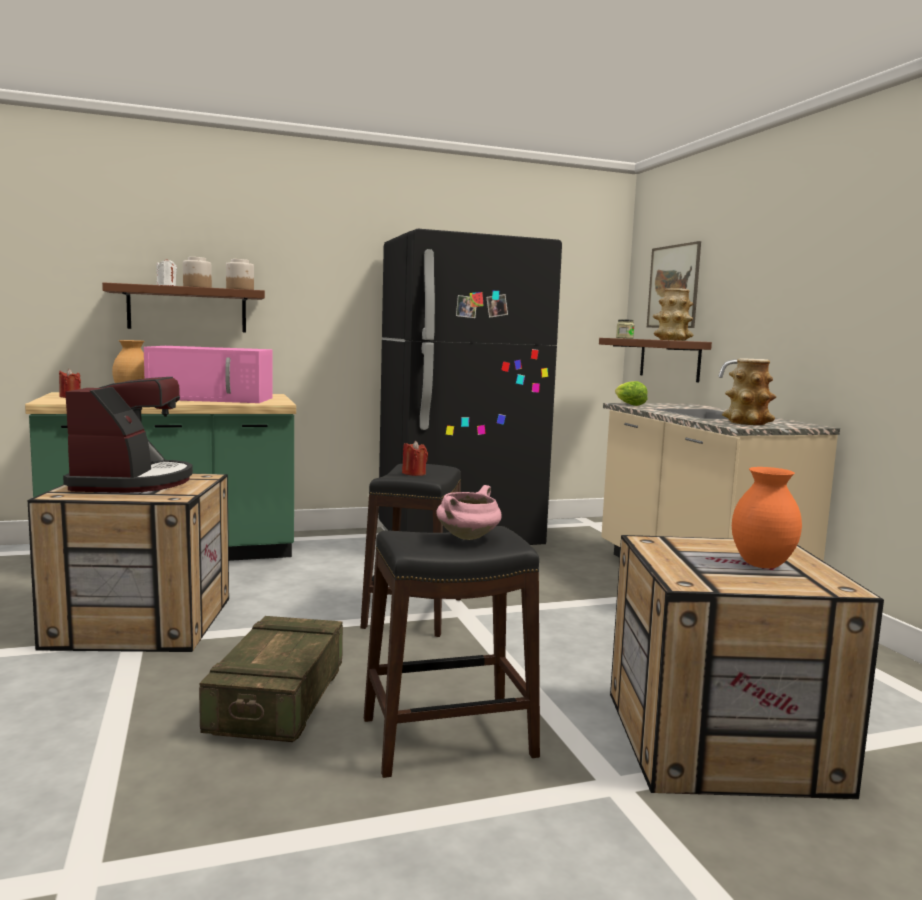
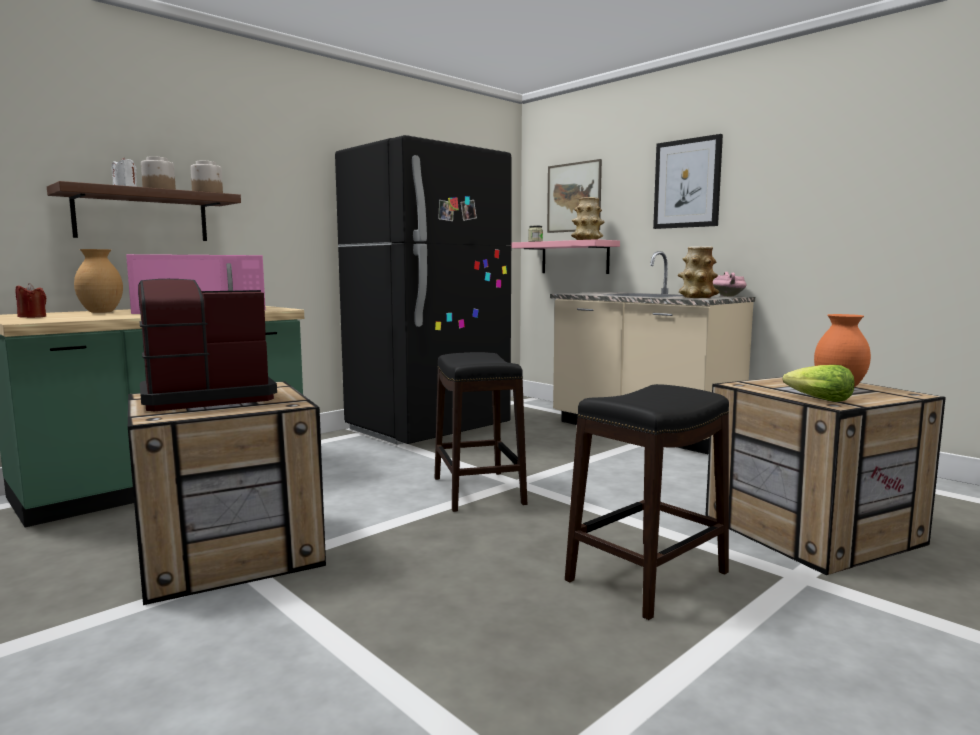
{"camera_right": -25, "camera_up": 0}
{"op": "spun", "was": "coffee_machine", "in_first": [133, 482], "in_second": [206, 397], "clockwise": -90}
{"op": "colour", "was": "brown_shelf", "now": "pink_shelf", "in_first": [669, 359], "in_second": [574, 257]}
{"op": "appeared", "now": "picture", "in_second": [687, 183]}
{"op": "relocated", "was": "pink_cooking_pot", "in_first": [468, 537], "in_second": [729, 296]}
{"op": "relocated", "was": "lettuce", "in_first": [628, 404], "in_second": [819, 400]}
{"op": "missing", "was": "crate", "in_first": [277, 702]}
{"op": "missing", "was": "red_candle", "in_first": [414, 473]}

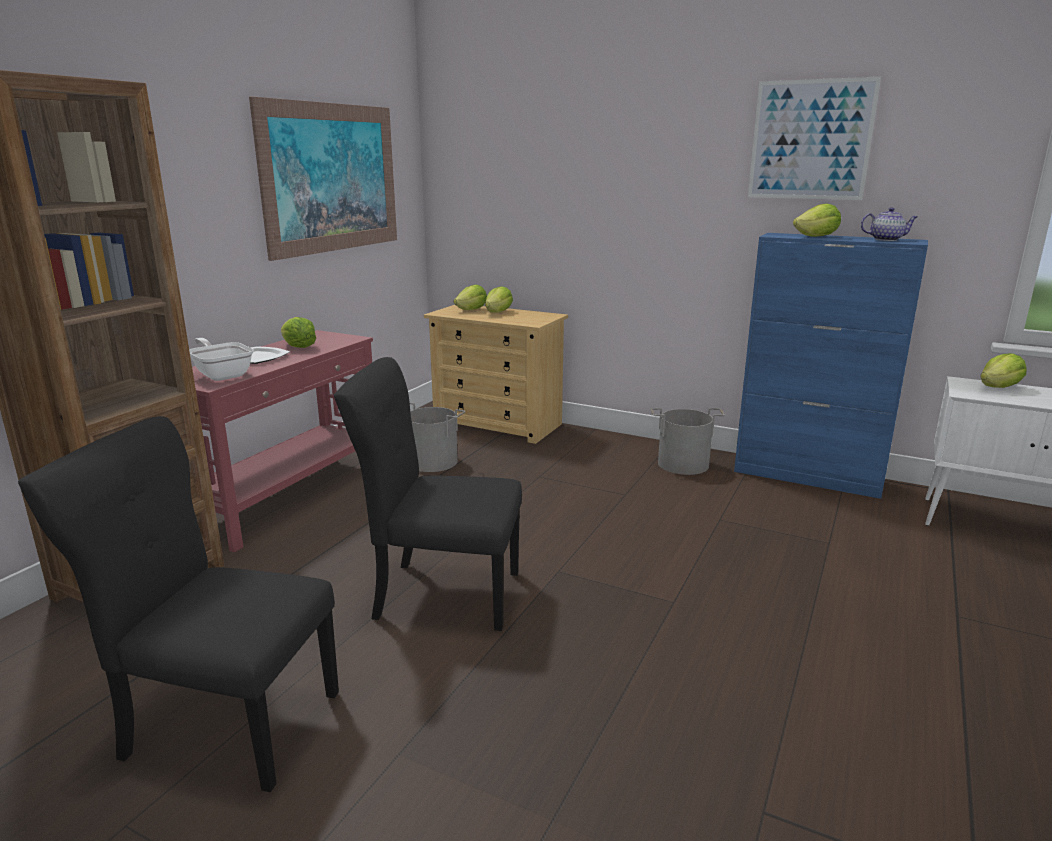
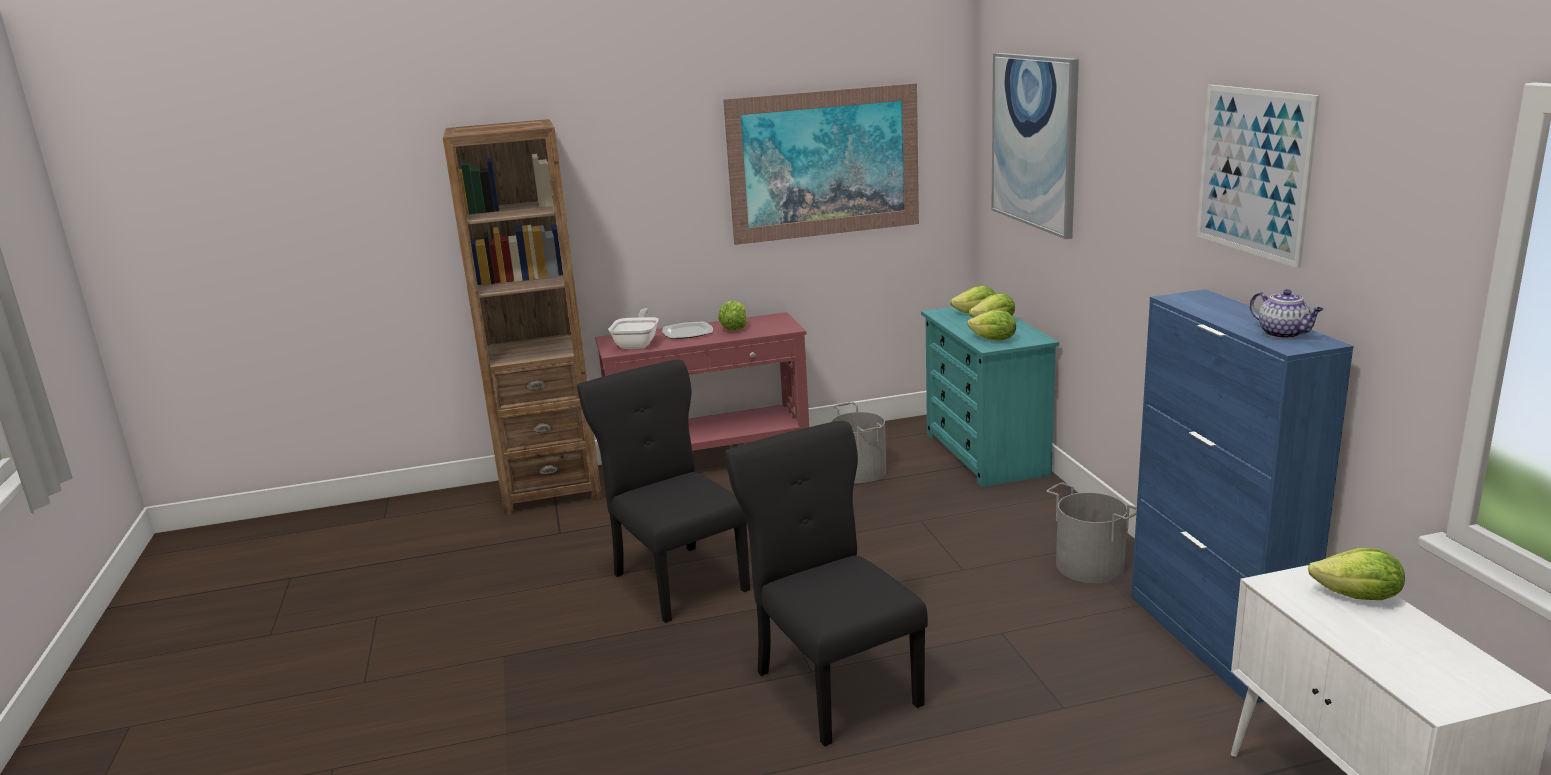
{"camera_right": 50, "camera_up": 0}
{"op": "relocated", "was": "black_chair", "in_first": [226, 723], "in_second": [834, 684]}
{"op": "colour", "was": "beige_dresser", "now": "turquoise_dresser", "in_first": [498, 424], "in_second": [986, 454]}
{"op": "relocated", "was": "lettuce", "in_first": [817, 237], "in_second": [993, 340]}
{"op": "appeared", "now": "picture", "in_second": [1034, 141]}

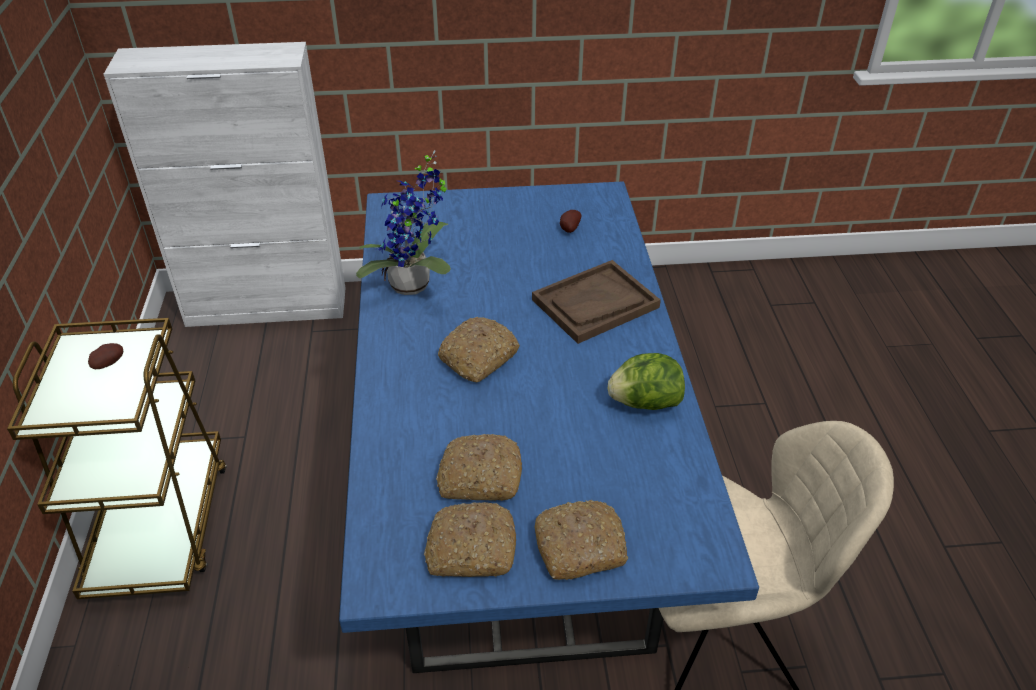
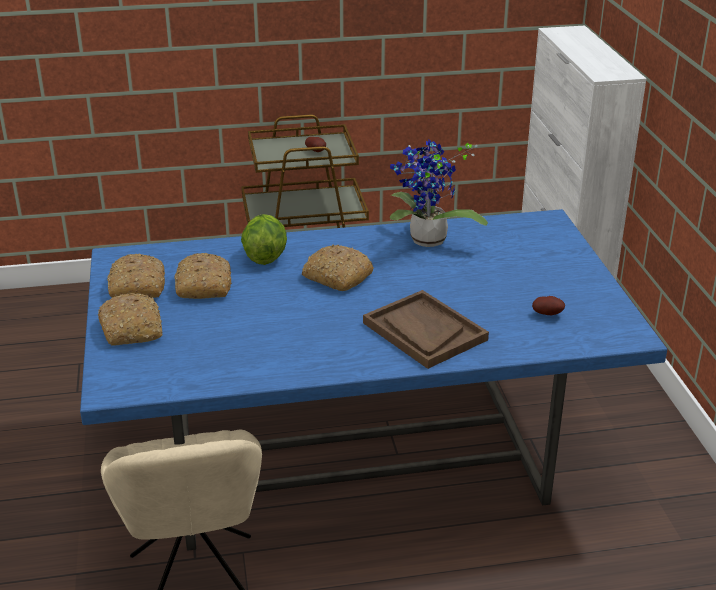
{"camera_right": 85, "camera_up": -10}
{"op": "relocated", "was": "lettuce", "in_first": [644, 403], "in_second": [264, 257]}

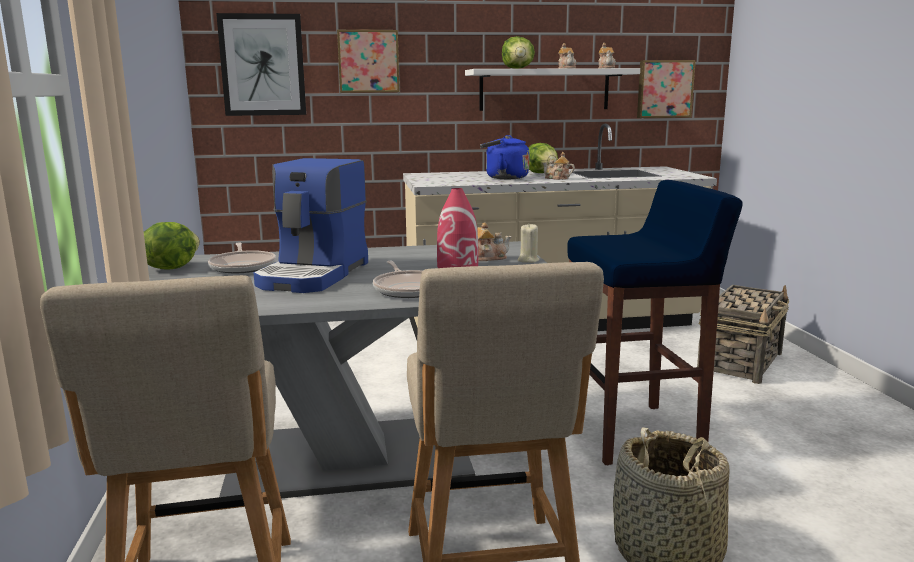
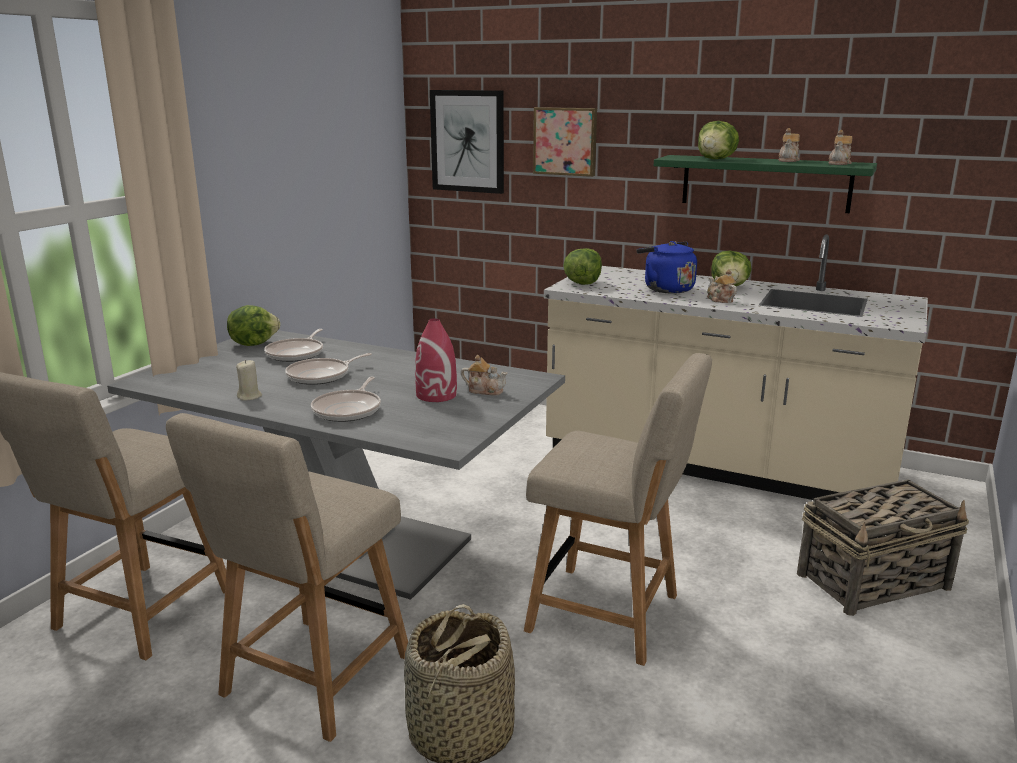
{"camera_right": 35, "camera_up": 5}
{"op": "relocated", "was": "beige_candle", "in_first": [528, 260], "in_second": [249, 396]}
{"op": "exchanged", "was": "coffee_machine", "now": "frying_pan", "in_first": [315, 275], "in_second": [321, 376]}
{"op": "exchanged", "was": "blue_stool", "now": "beige_chair", "in_first": [635, 434], "in_second": [611, 615]}
{"op": "appeared", "now": "lettuce", "in_second": [582, 283]}
{"op": "colour", "was": "white_shelf", "now": "green_shelf", "in_first": [544, 89], "in_second": [765, 183]}
{"op": "missing", "was": "picture", "in_first": [664, 89]}

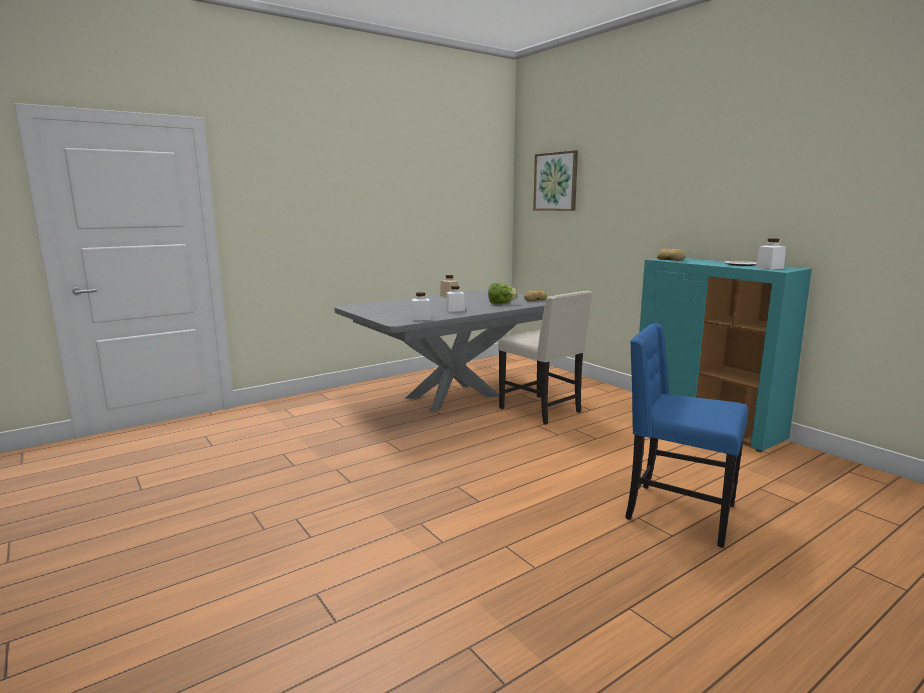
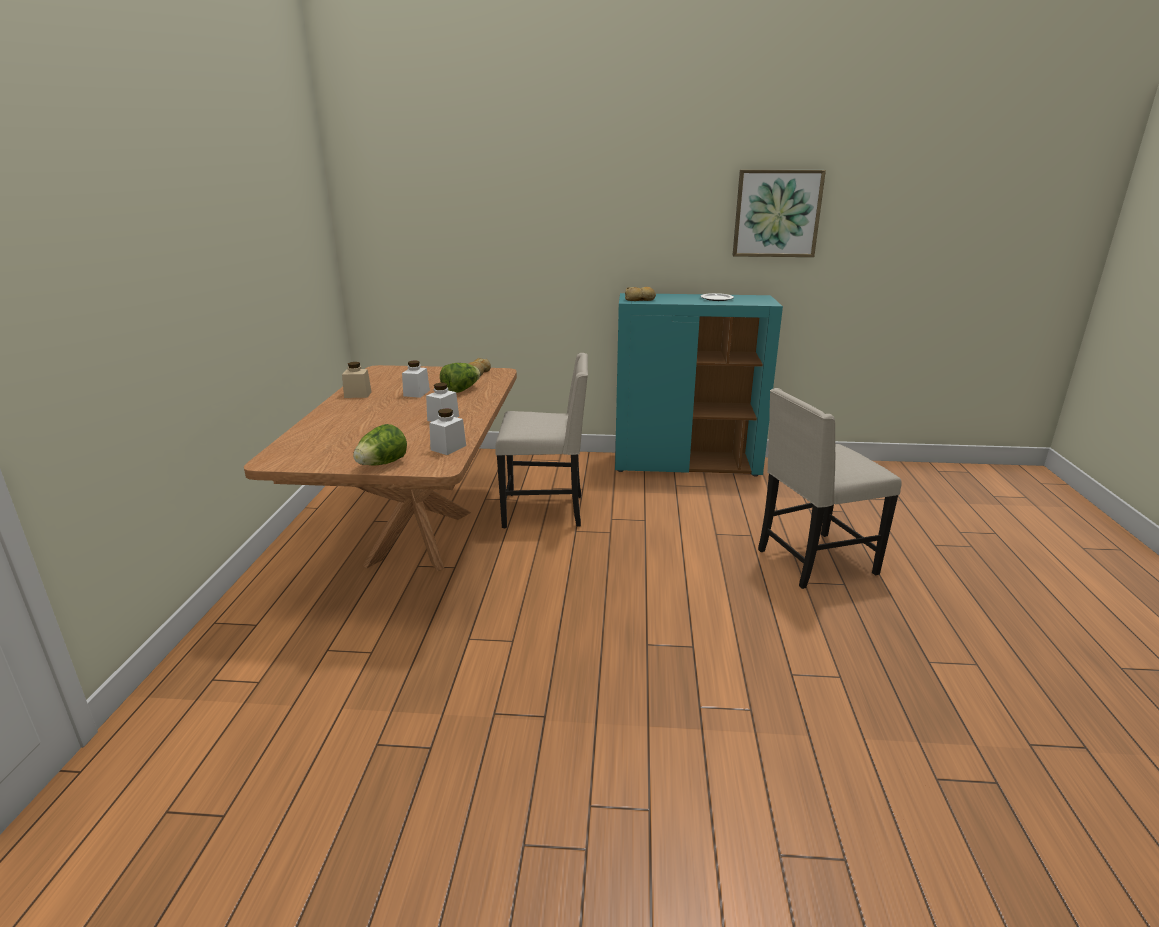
{"camera_right": -50, "camera_up": 10}
{"op": "colour", "was": "grey_dining_table", "now": "brown_dining_table", "in_first": [451, 396], "in_second": [419, 537]}
{"op": "appeared", "now": "lettuce", "in_second": [382, 464]}
{"op": "relocated", "was": "white_jar", "in_first": [769, 268], "in_second": [416, 393]}
{"op": "relocated", "was": "picture", "in_first": [556, 181], "in_second": [777, 213]}
{"op": "colour", "was": "blue_chair", "now": "beige_chair", "in_first": [677, 512], "in_second": [813, 562]}

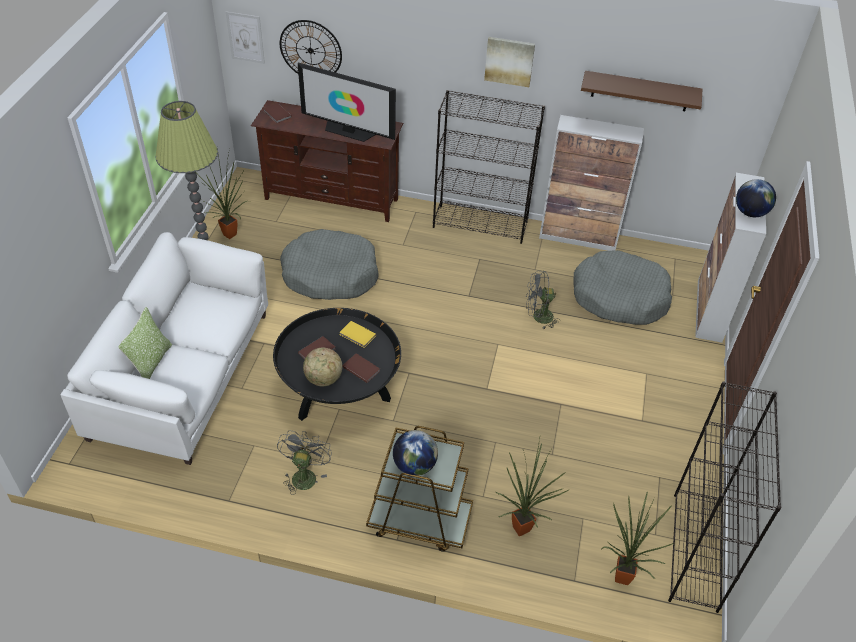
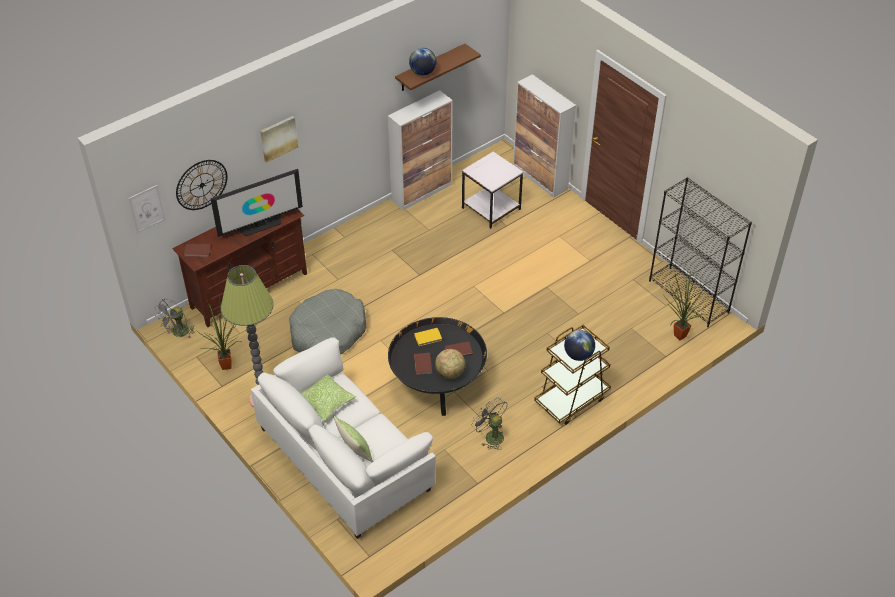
{"camera_right": -50, "camera_up": 0}
{"op": "relocated", "was": "grey_fan", "in_first": [538, 317], "in_second": [178, 333]}
{"op": "relocated", "was": "picture", "in_first": [509, 61], "in_second": [278, 138]}
{"op": "appeared", "now": "pillow", "in_second": [326, 402]}
{"op": "relocated", "was": "globe", "in_first": [750, 213], "in_second": [423, 72]}
{"op": "exchanged", "was": "grey_dog_bed", "now": "white_side_table", "in_first": [619, 297], "in_second": [491, 208]}
{"op": "missing", "was": "black_bookcase", "in_first": [481, 224]}
{"op": "missing", "was": "potted_plant", "in_first": [524, 528]}

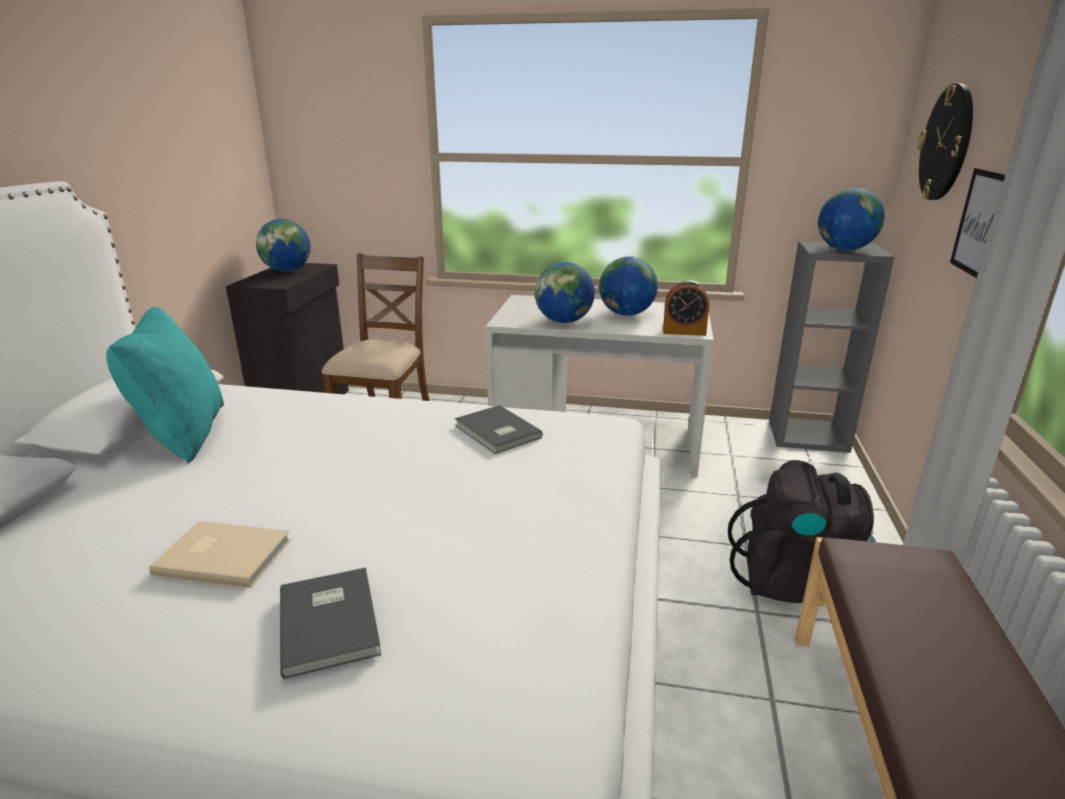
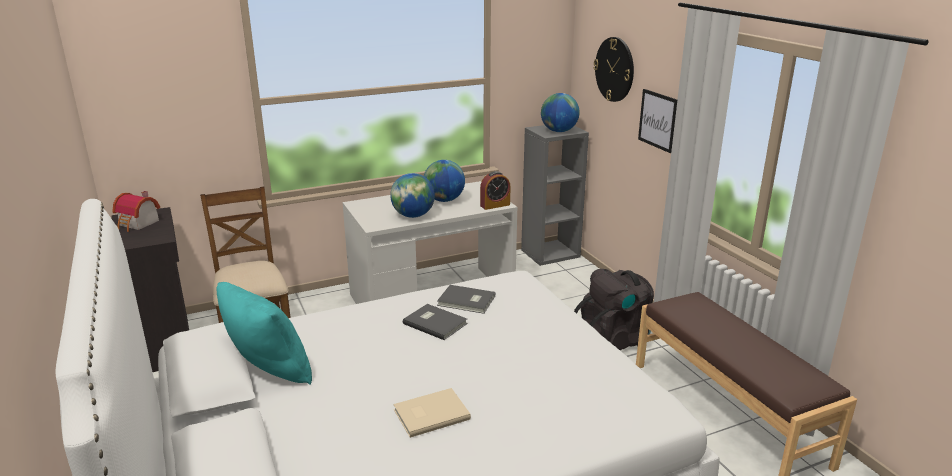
{"camera_right": -35, "camera_up": 0}
{"op": "exchanged", "was": "globe", "now": "toy_house", "in_first": [287, 271], "in_second": [138, 224]}
{"op": "relocated", "was": "grey_book", "in_first": [332, 621], "in_second": [435, 322]}

